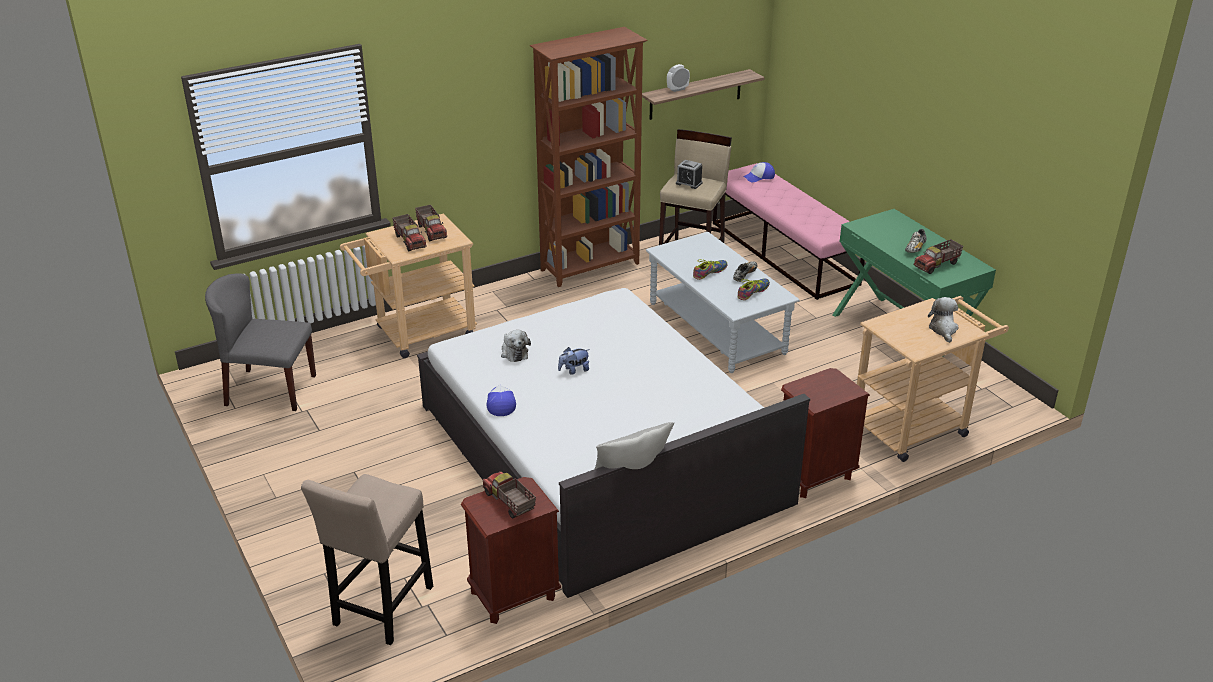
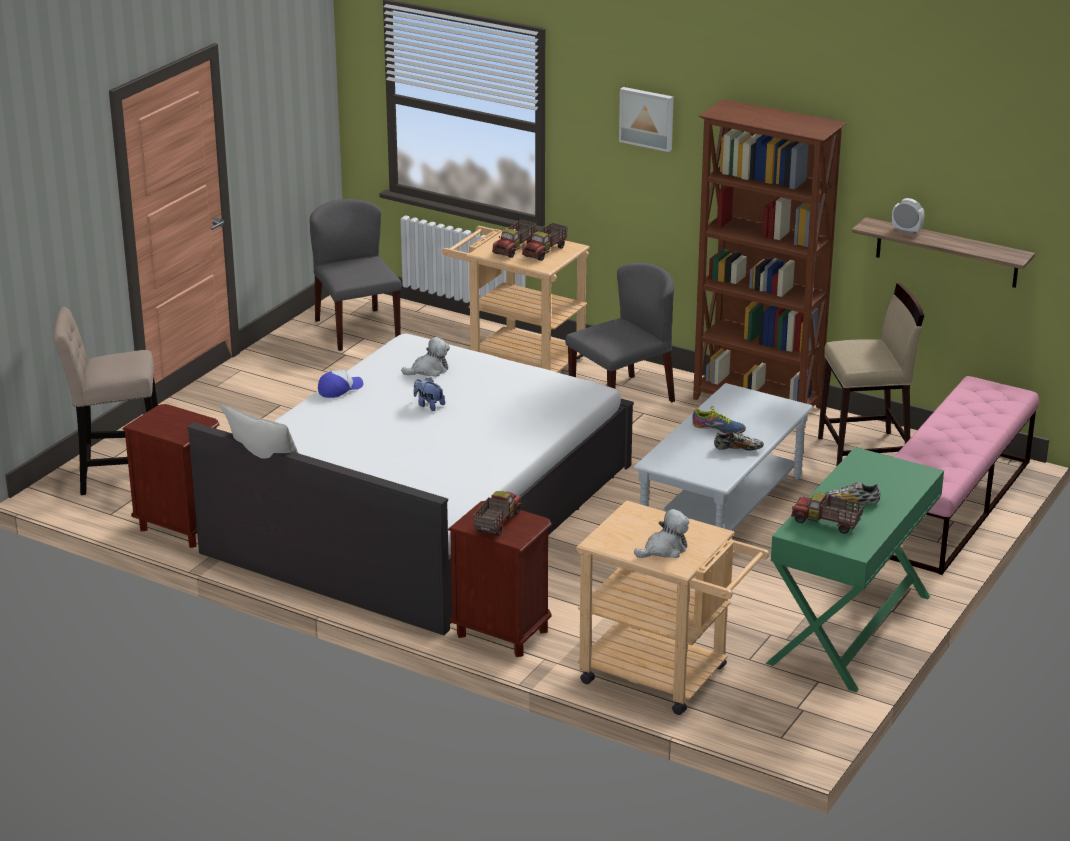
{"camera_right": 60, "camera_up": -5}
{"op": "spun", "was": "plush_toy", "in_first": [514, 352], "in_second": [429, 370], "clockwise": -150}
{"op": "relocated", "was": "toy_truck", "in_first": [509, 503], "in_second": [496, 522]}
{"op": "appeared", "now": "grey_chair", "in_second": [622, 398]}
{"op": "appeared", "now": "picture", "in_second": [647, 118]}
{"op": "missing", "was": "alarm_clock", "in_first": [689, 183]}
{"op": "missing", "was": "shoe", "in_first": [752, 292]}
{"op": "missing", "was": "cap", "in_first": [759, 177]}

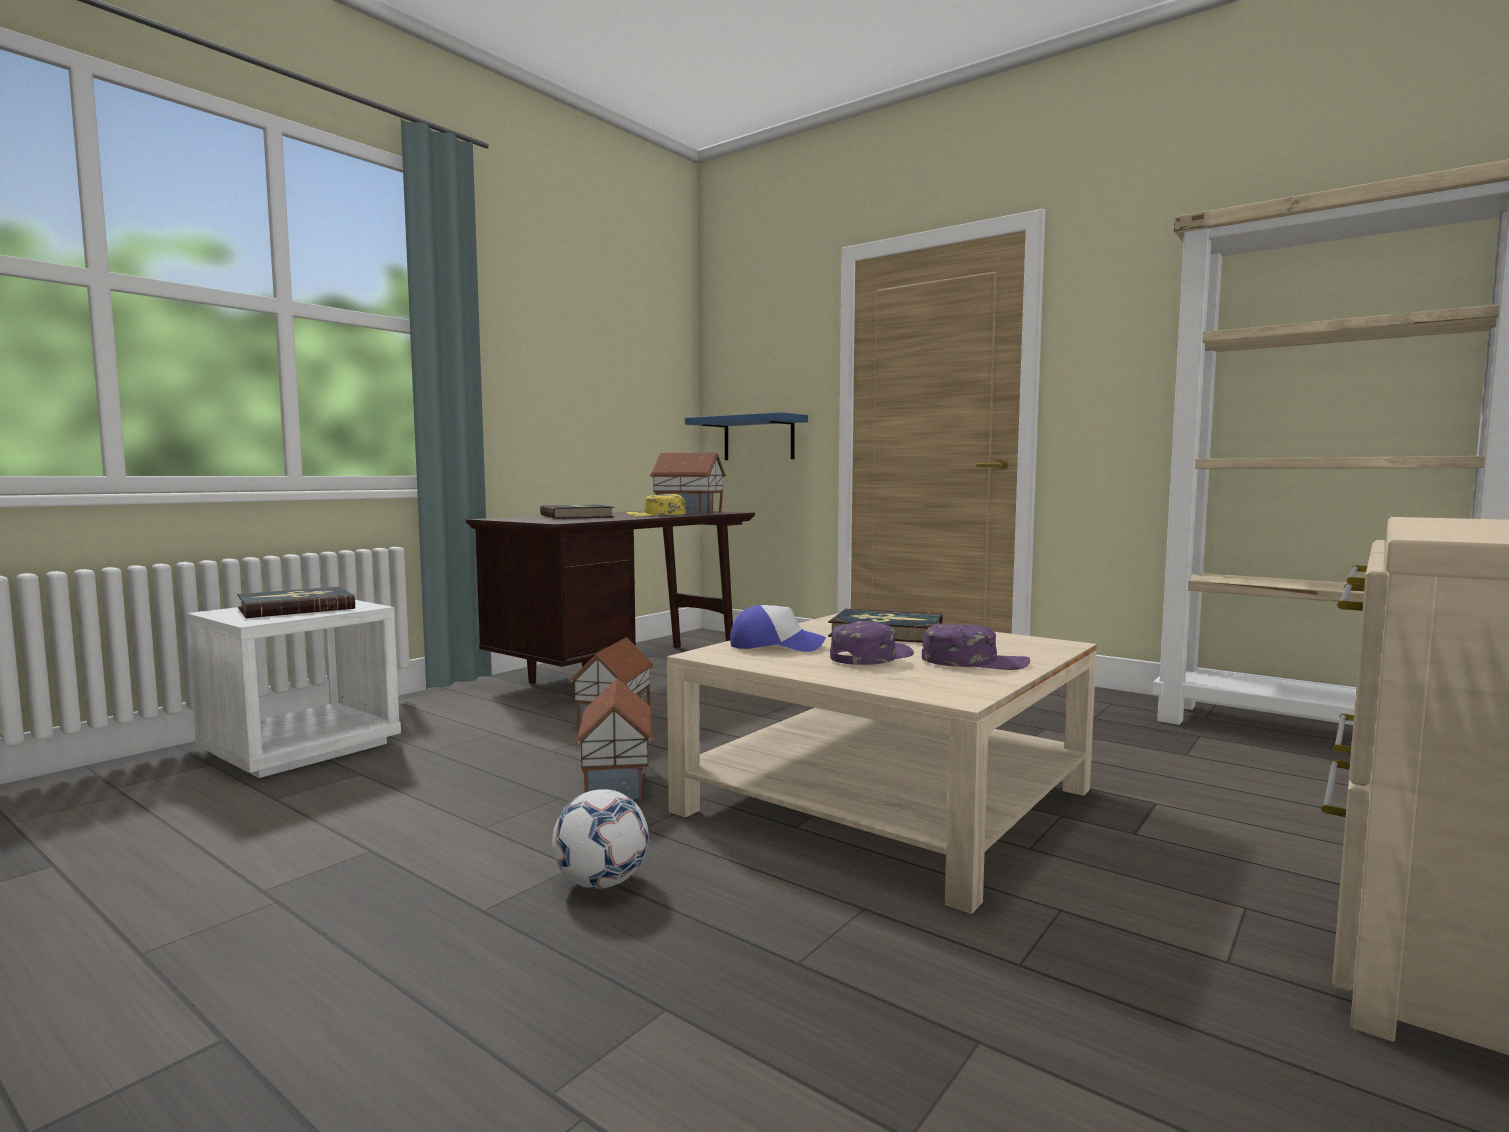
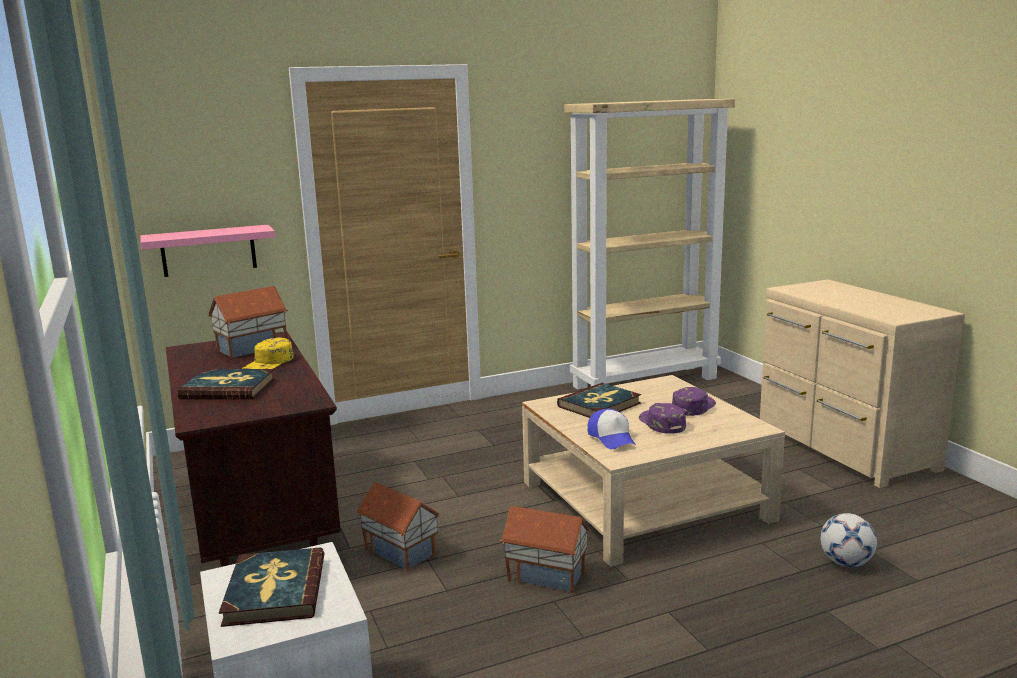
{"camera_right": -60, "camera_up": 10}
{"op": "colour", "was": "blue_shelf", "now": "pink_shelf", "in_first": [758, 438], "in_second": [208, 251]}
{"op": "spun", "was": "cap", "in_first": [776, 646], "in_second": [612, 438], "clockwise": 120}
{"op": "relocated", "was": "football", "in_first": [601, 883], "in_second": [846, 563]}

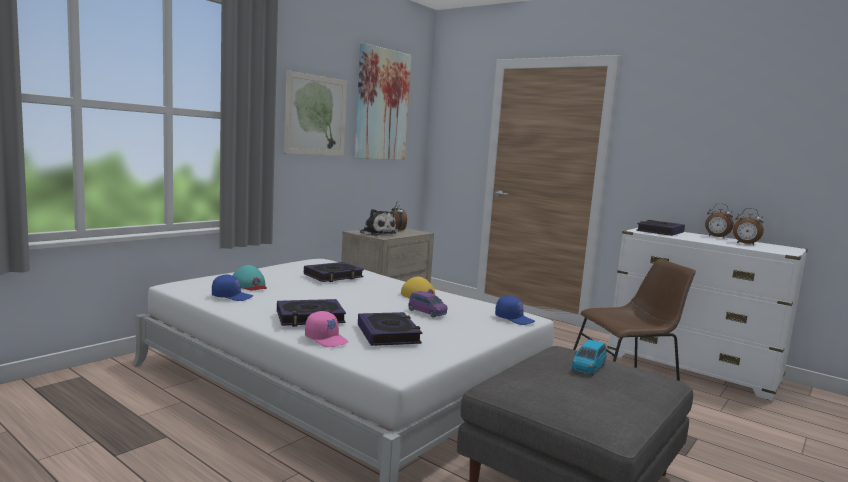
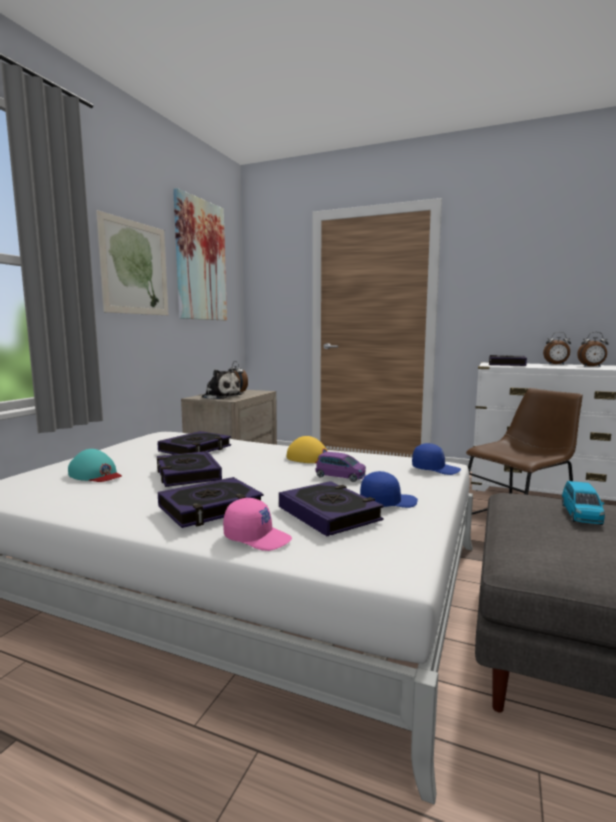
{"camera_right": -15, "camera_up": 0}
{"op": "appeared", "now": "book", "in_second": [187, 474]}
{"op": "relocated", "was": "blue_cap", "in_first": [232, 296], "in_second": [388, 502]}

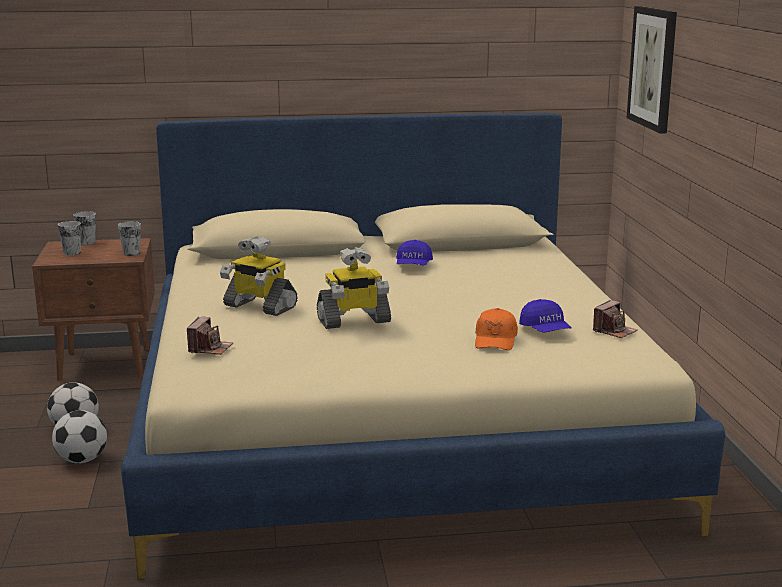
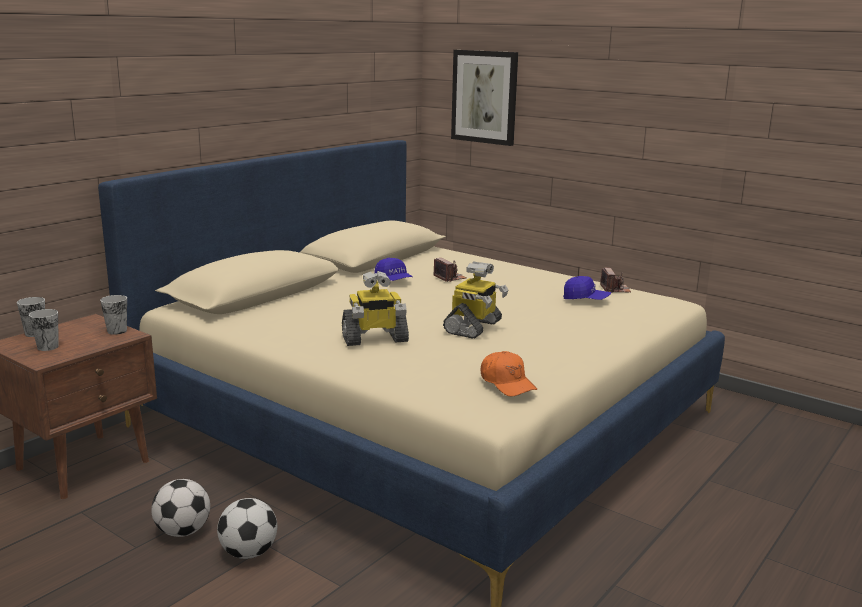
{"camera_right": -45, "camera_up": 0}
{"op": "relocated", "was": "photo_camera", "in_first": [210, 348], "in_second": [450, 278]}
{"op": "relocated", "was": "orange_cap", "in_first": [495, 340], "in_second": [507, 383]}

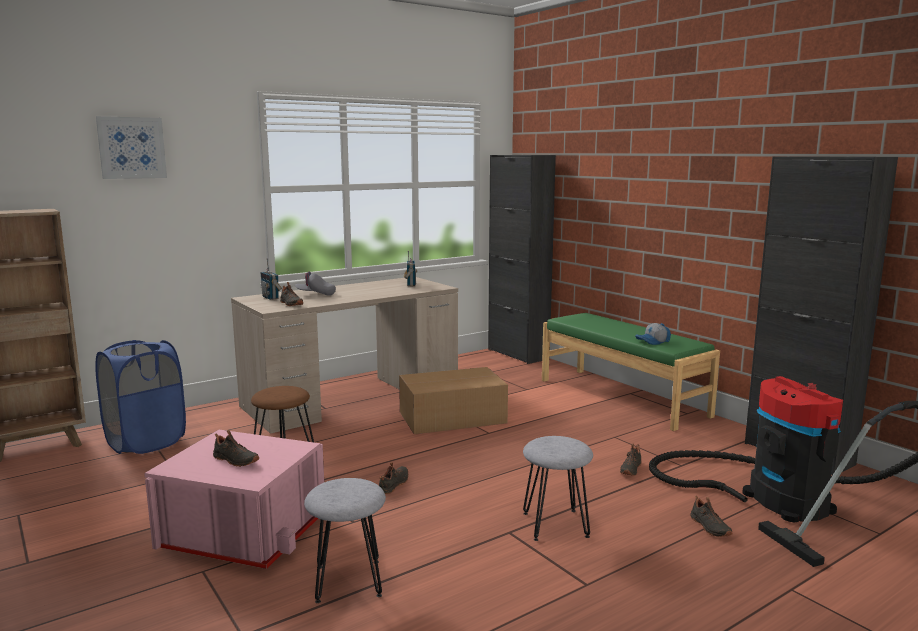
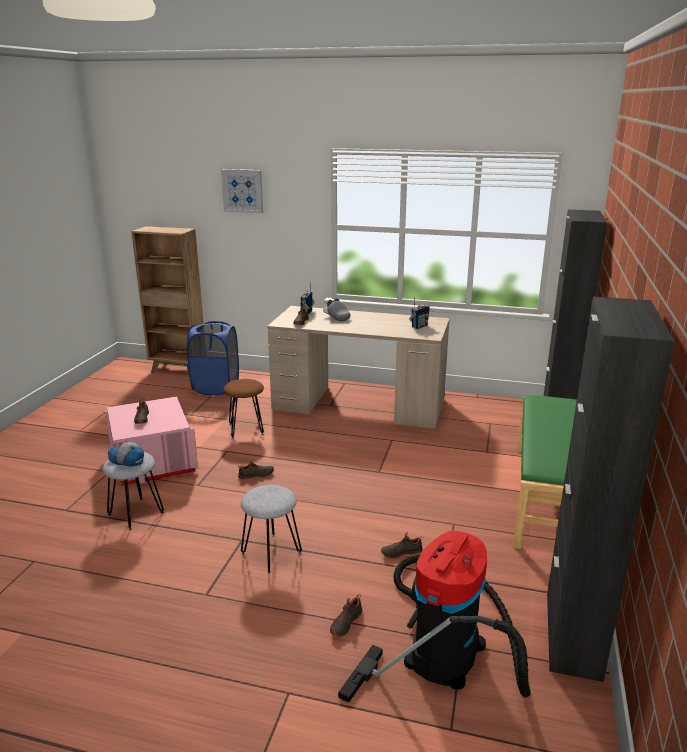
{"camera_right": 50, "camera_up": 10}
{"op": "relocated", "was": "cap", "in_first": [653, 341], "in_second": [126, 460]}
{"op": "missing", "was": "cardboard_box", "in_first": [454, 417]}

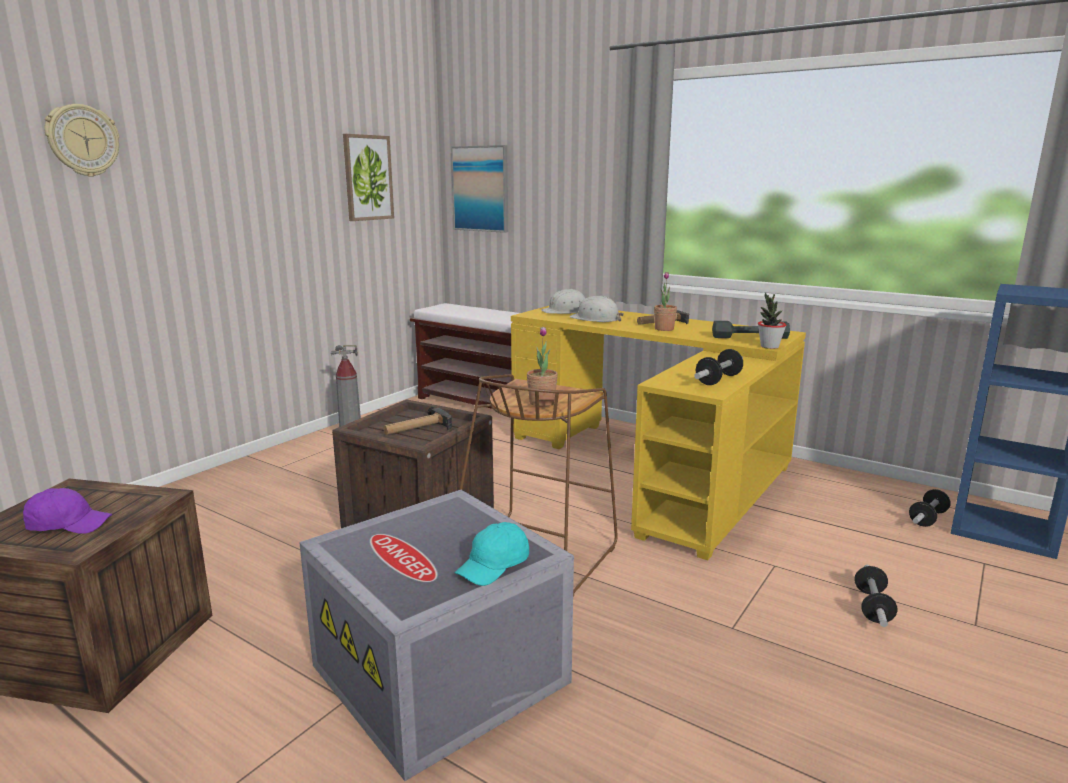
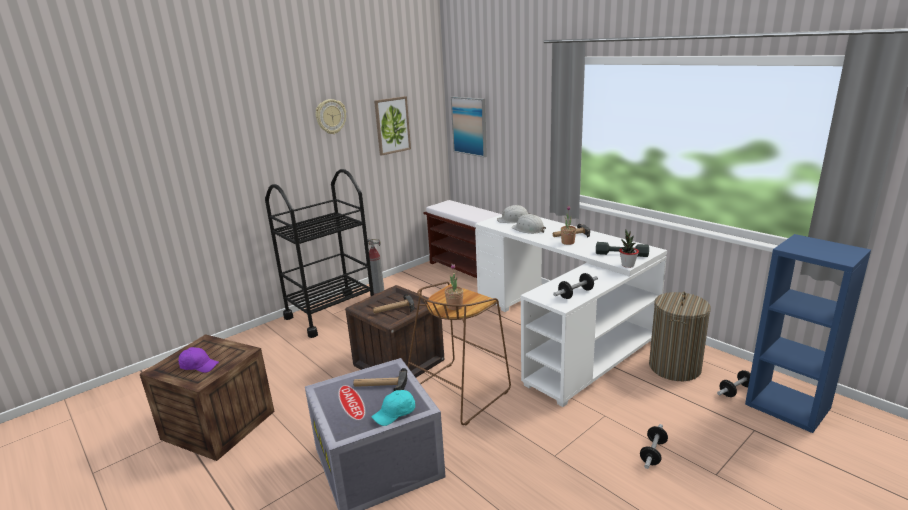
{"camera_right": 15, "camera_up": 5}
{"op": "appeared", "now": "black_cart", "in_second": [331, 314]}
{"op": "relocated", "was": "wall_clock", "in_first": [83, 140], "in_second": [330, 116]}
{"op": "appeared", "now": "hammer", "in_second": [380, 386]}
{"op": "colour", "was": "yellow_desk", "now": "white_desk", "in_first": [657, 468], "in_second": [563, 332]}
{"op": "appeared", "now": "laundry_basket", "in_second": [674, 367]}

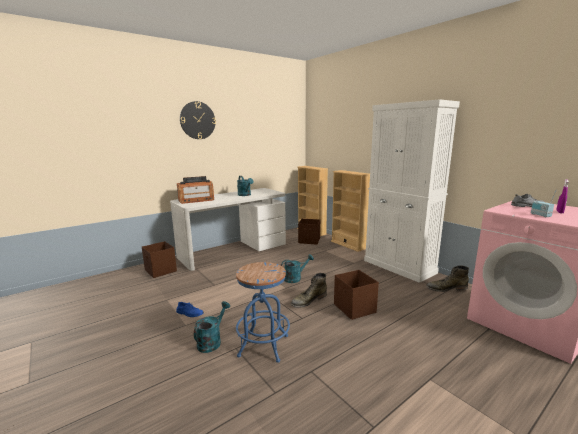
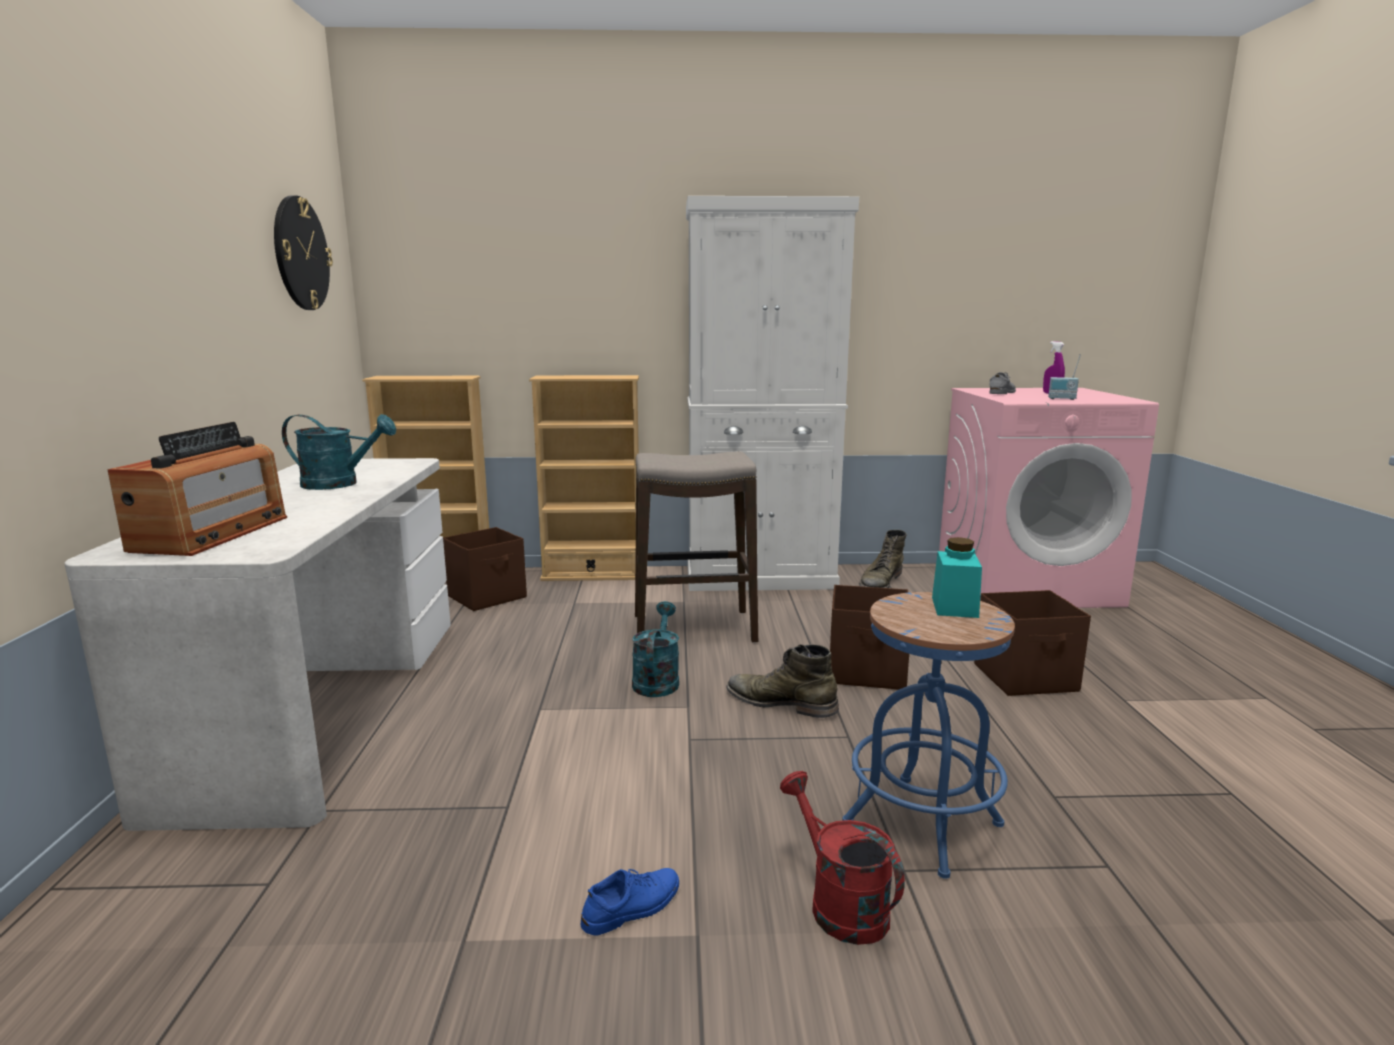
{"camera_right": -55, "camera_up": 0}
{"op": "relocated", "was": "wall_clock", "in_first": [197, 120], "in_second": [301, 254]}
{"op": "appeared", "now": "stool", "in_second": [694, 629]}
{"op": "spun", "was": "green_boot", "in_first": [308, 300], "in_second": [781, 702], "clockwise": 120}
{"op": "colour", "was": "turquoise_watering_can", "now": "red_watering_can", "in_first": [212, 341], "in_second": [839, 903]}
{"op": "appeared", "now": "turquoise_jar", "in_second": [954, 607]}
{"op": "relocated", "was": "brown_storage_box", "in_first": [160, 271], "in_second": [1026, 678]}

